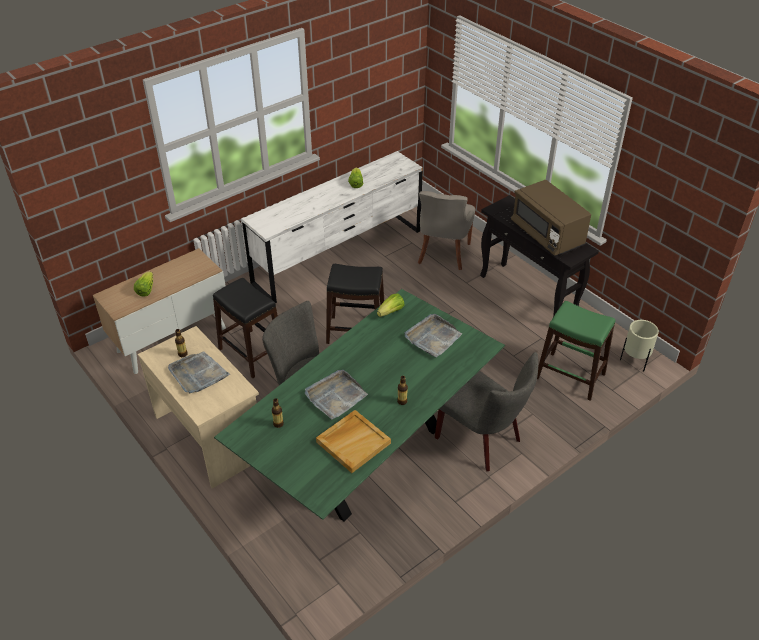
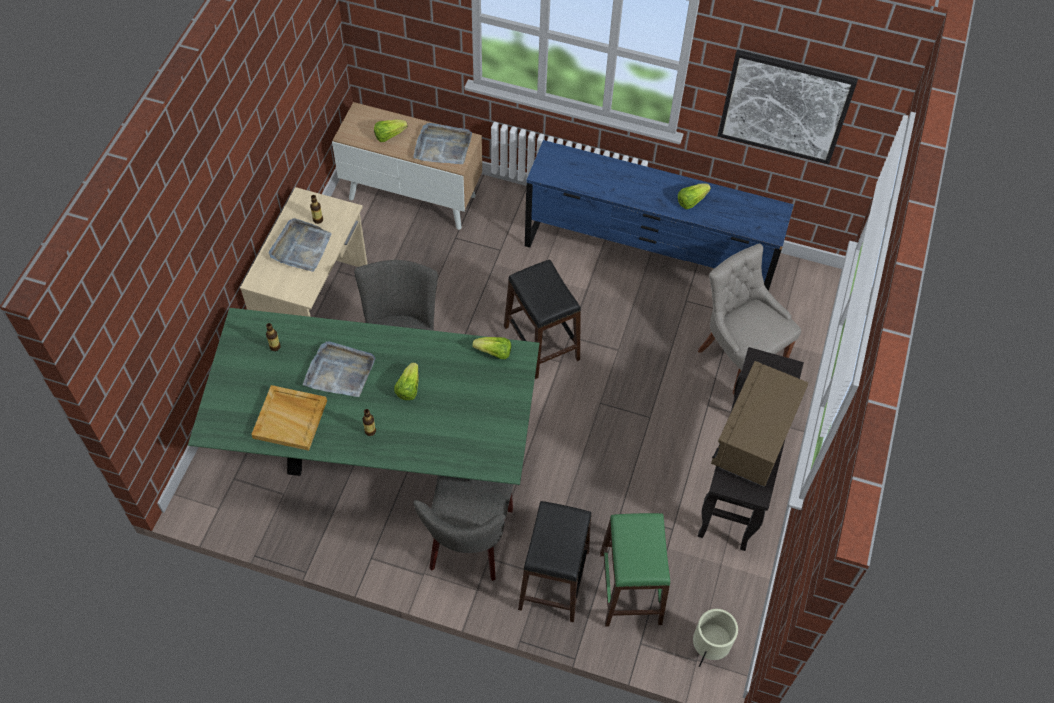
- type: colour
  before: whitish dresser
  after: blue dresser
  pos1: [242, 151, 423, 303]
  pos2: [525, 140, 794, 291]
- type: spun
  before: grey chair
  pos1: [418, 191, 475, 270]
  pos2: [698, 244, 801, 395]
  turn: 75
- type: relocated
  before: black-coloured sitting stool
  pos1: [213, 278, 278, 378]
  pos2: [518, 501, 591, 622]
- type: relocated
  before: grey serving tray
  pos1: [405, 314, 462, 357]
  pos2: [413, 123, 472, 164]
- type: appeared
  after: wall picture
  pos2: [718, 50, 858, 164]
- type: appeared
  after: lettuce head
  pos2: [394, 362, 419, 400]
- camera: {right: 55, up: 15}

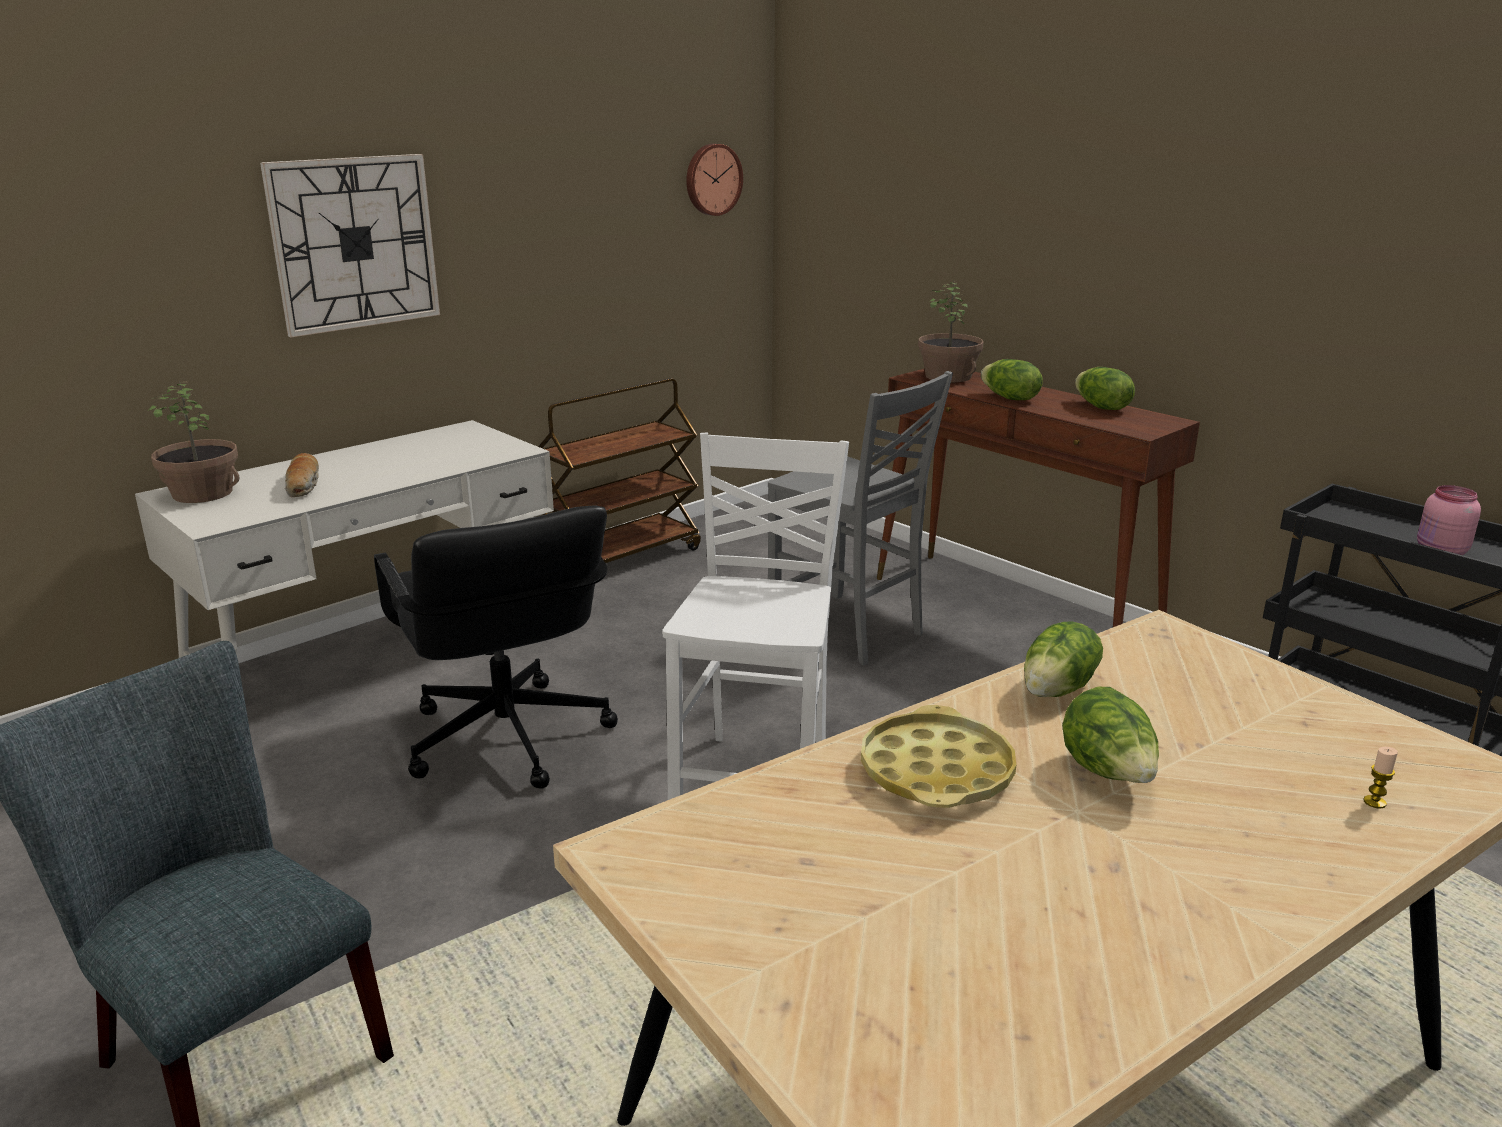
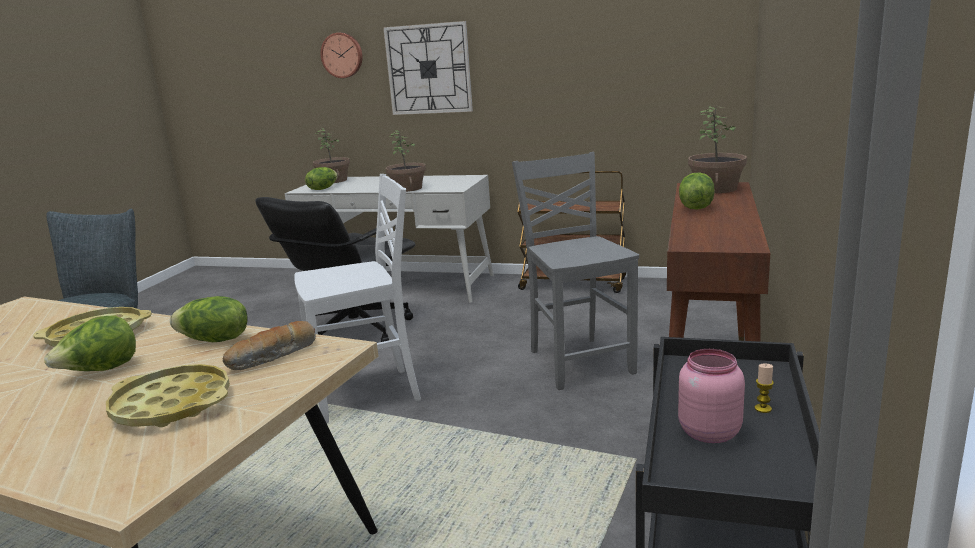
- type: relocated
  before: wall clock
  pos1: [686, 144, 743, 216]
  pos2: [321, 33, 362, 78]
- type: relocated
  before: lettuce head
  pos1: [1075, 367, 1135, 410]
  pos2: [305, 167, 338, 190]
- type: spun
  before: grey chair
  pos1: [768, 371, 953, 665]
  pos2: [512, 152, 639, 390]
  turn: 150
- type: relocated
  before: bread
  pos1: [285, 453, 319, 497]
  pos2: [223, 321, 316, 370]
- type: relocated
  before: wax candle
  pos1: [1363, 747, 1398, 808]
  pos2: [754, 364, 774, 413]
- type: appeared
  after: potted plant
  pos2: [386, 130, 426, 192]
- type: appeared
  after: yellow serving tray
  pos2: [106, 364, 230, 427]
- camera: {right: 60, up: -5}

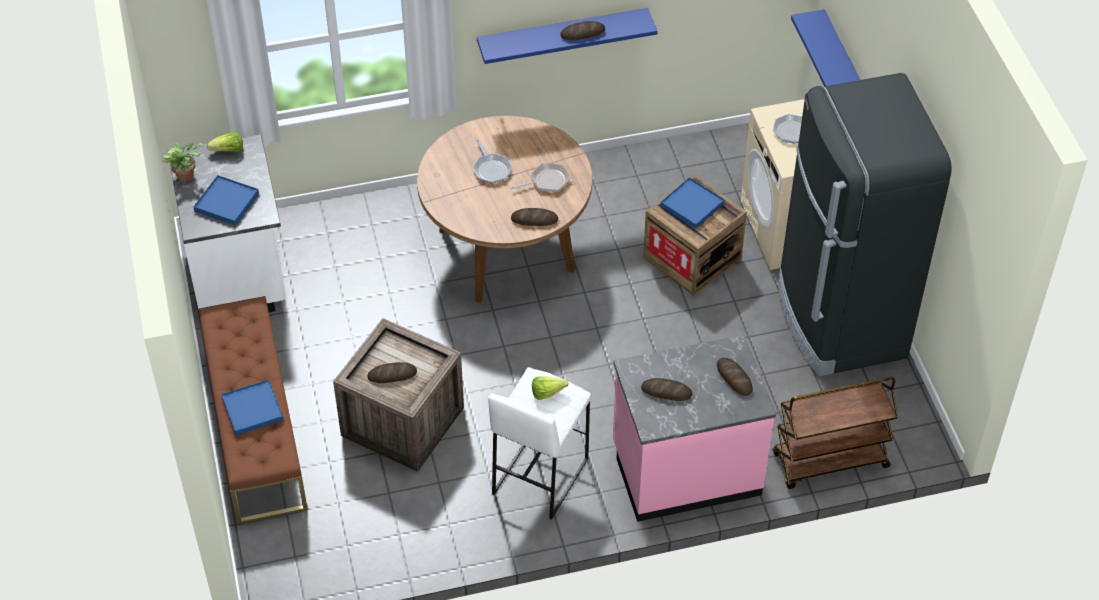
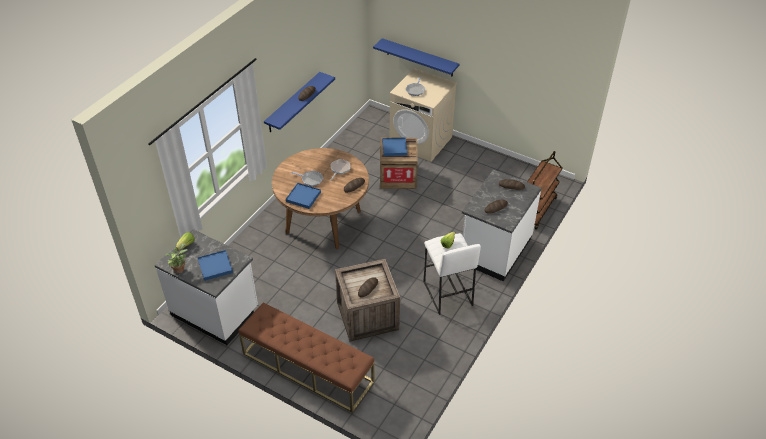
- type: missing
  before: black-coloured fridge
  pos1: [778, 73, 952, 376]
- type: colour
  before: pinkish kitchen counter
  after: whitish kitchen counter
  pos1: [613, 335, 776, 522]
  pos2: [462, 170, 542, 282]
- type: relocated
  before: blue serving tray
  pos1: [221, 379, 284, 436]
  pos2: [286, 183, 321, 209]
- camera: {right: -45, up: -5}

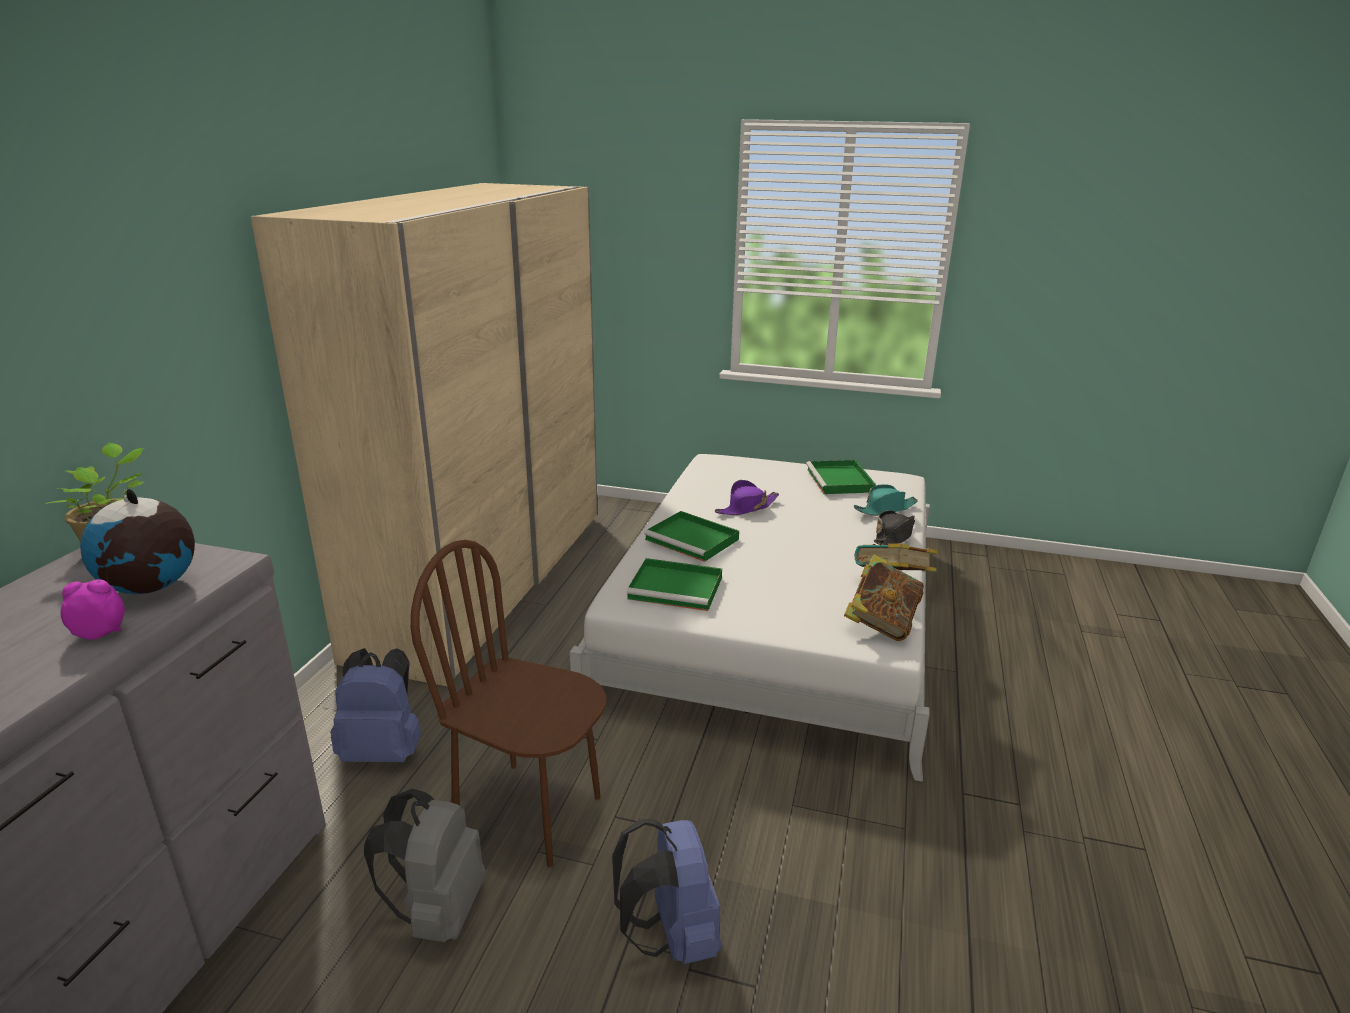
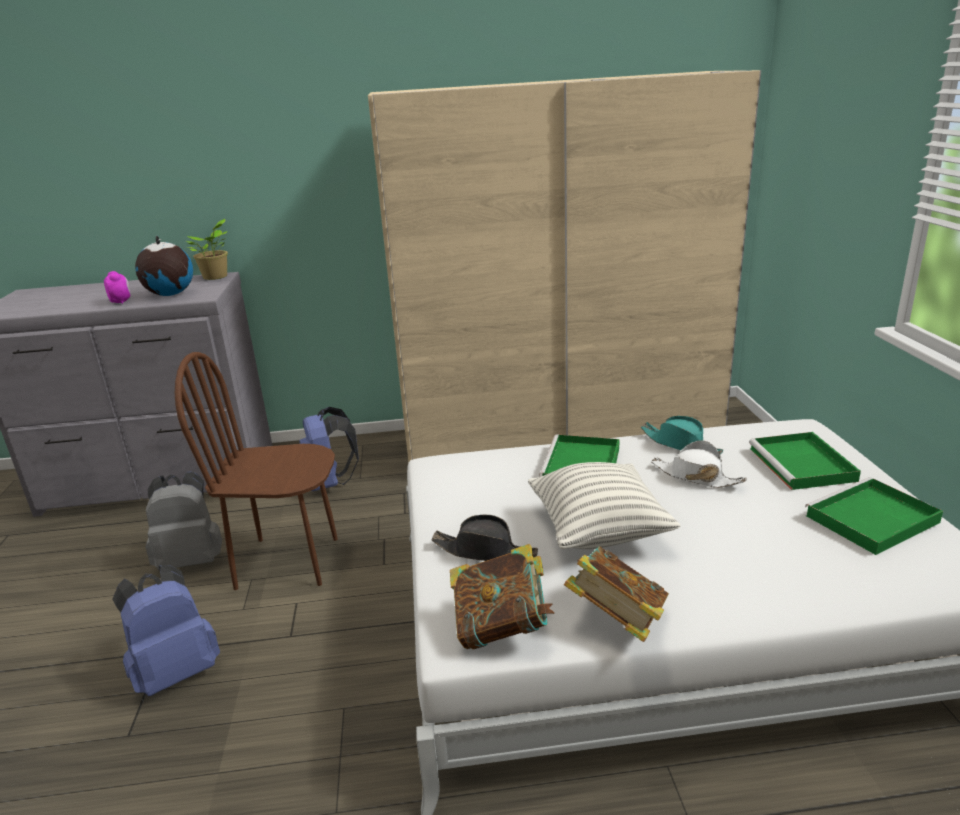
- type: colour
  before: purple hat
  after: whitish hat
  pos1: [715, 480, 779, 515]
  pos2: [651, 440, 747, 488]
- type: relocated
  before: turquoise-coloured hat
  pos1: [854, 485, 918, 516]
  pos2: [641, 416, 723, 455]
- type: relocated
  before: black-coloured hat
  pos1: [874, 510, 915, 545]
  pos2: [432, 515, 538, 561]
- type: spun
  before: brownish chair
  pos1: [411, 540, 606, 867]
  pos2: [175, 352, 338, 590]
  turn: -90
- type: relocated
  before: green-coloured serving tray
  pos1: [627, 558, 722, 611]
  pos2: [749, 432, 861, 490]
- type: appeared
  after: throw pillow
  pos2: [528, 462, 681, 550]
- camera: {right: 70, up: 0}

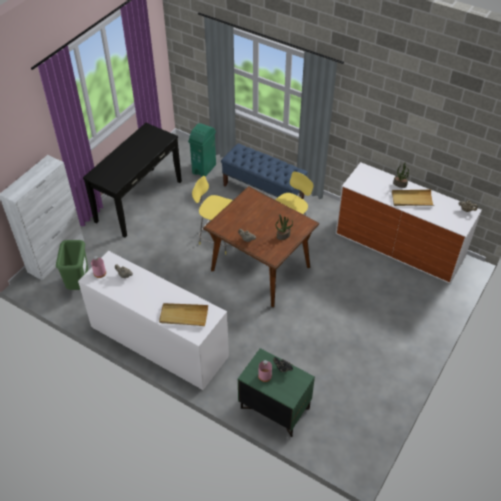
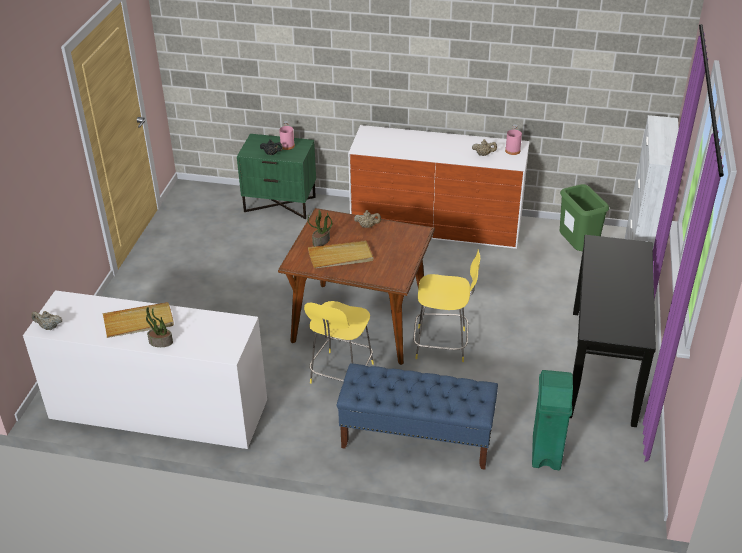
- type: relocated
  before: beige-coloured serving tray
  pos1: [159, 303, 208, 326]
  pos2: [308, 240, 373, 269]
- camera: {right: 160, up: -10}

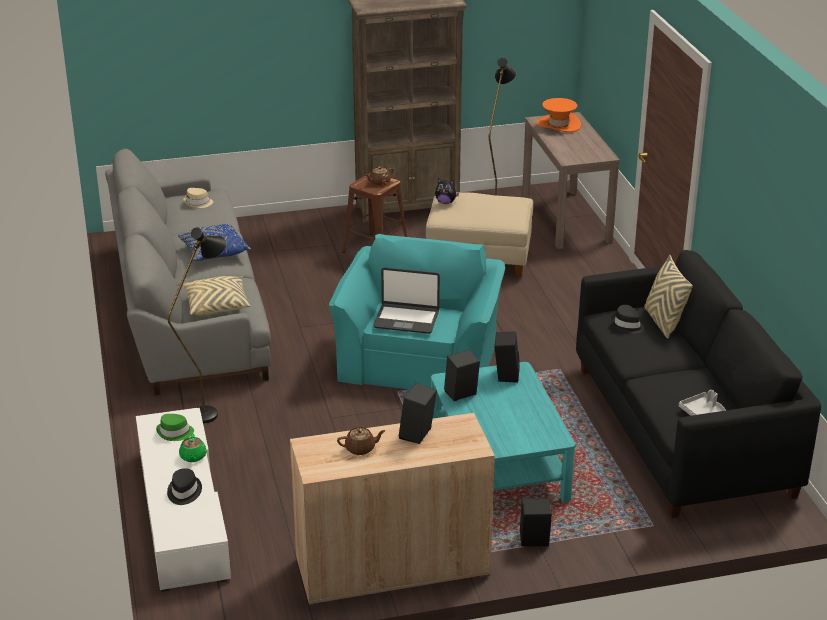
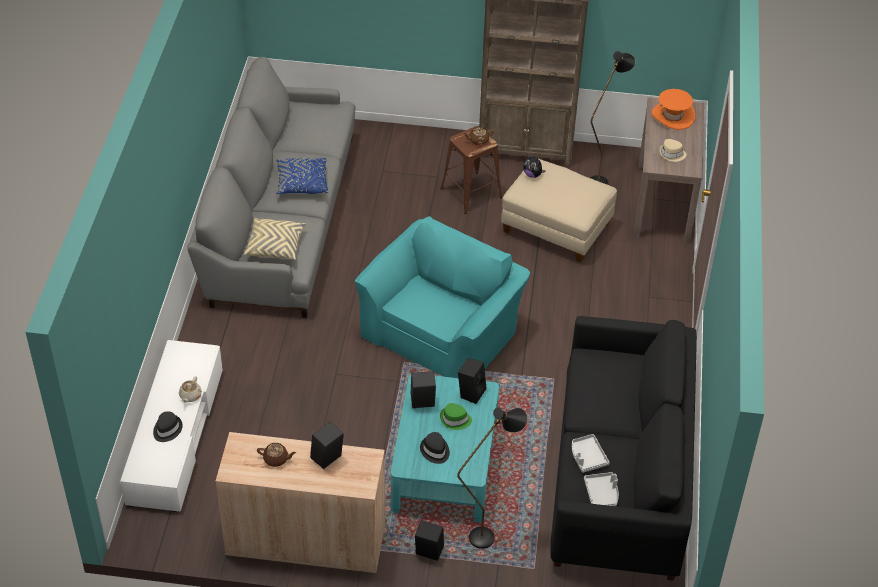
- type: relocated
  before: beige-coloured hat
  pos1: [183, 188, 213, 208]
  pos2: [659, 139, 686, 162]
- type: relocated
  before: black-coloured floor lamp
  pos1: [168, 227, 226, 423]
  pos2: [457, 407, 527, 549]
- type: missing
  before: beige-coloured throw pillow
  pos1: [644, 255, 693, 338]
- type: missing
  before: laptop
  pos1: [373, 267, 440, 334]
- type: relocated
  before: black-coloured hat
  pos1: [611, 305, 645, 334]
  pos2: [420, 432, 450, 464]
- type: relocated
  before: green-coloured hat
  pos1: [156, 414, 194, 441]
  pos2: [440, 403, 472, 430]
- type: colour
  before: green-coloured tea pot
  after: beige-coloured tea pot
  pos1: [179, 433, 207, 462]
  pos2: [179, 376, 202, 403]
- type: appeared
  after: grey serving tray
  pos2: [572, 434, 610, 473]
- camera: {right: 20, up: 15}

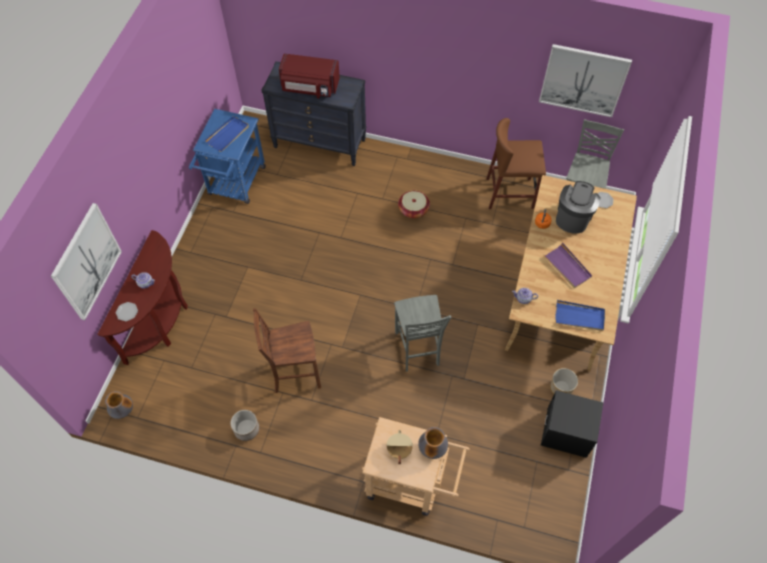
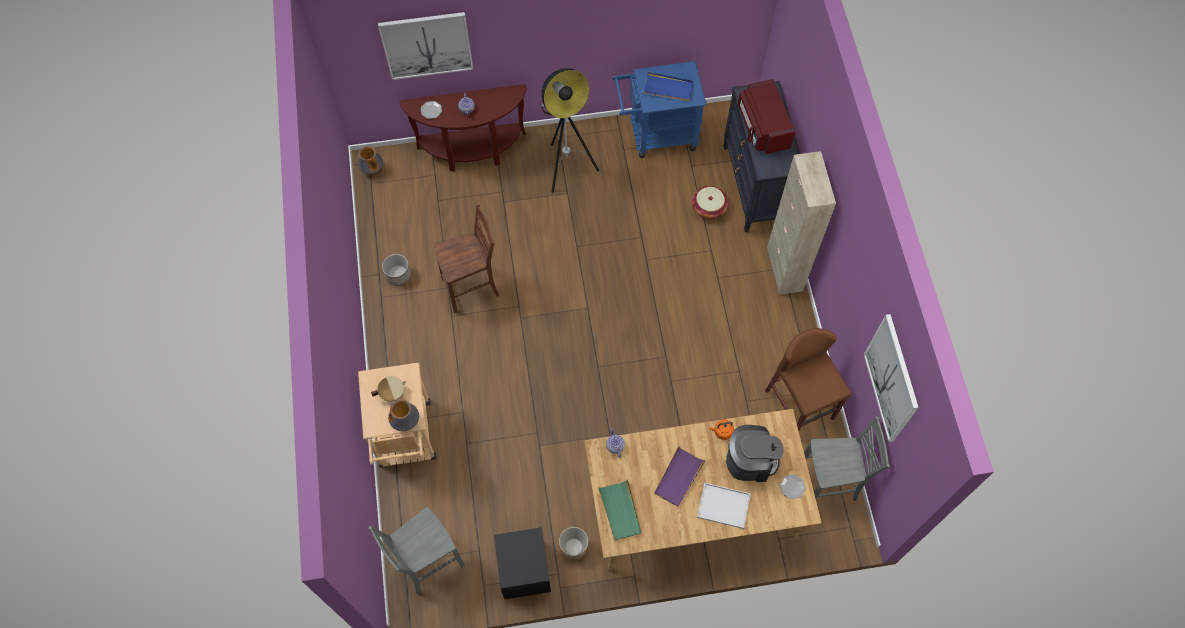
- type: relocated
  before: storage basket
  pos1: [398, 191, 430, 218]
  pos2: [692, 186, 728, 219]
- type: relocated
  before: grey chair
  pos1: [394, 295, 451, 372]
  pos2: [369, 507, 465, 594]
- type: colour
  before: blue serving tray
  after: green-coloured serving tray
  pos1: [555, 300, 605, 331]
  pos2: [598, 480, 641, 540]
- type: spun
  before: brownish chair
  pos1: [253, 308, 321, 393]
  pos2: [434, 204, 499, 313]
  turn: 105
- type: appeared
  after: floor lamp
  pos2: [541, 68, 599, 193]
- type: appeared
  after: beige-coloured storage cabinet
  pos2: [767, 151, 836, 295]
- type: appeared
  after: whitish serving tray
  pos2: [697, 483, 751, 529]
- camera: {right: 65, up: 5}

